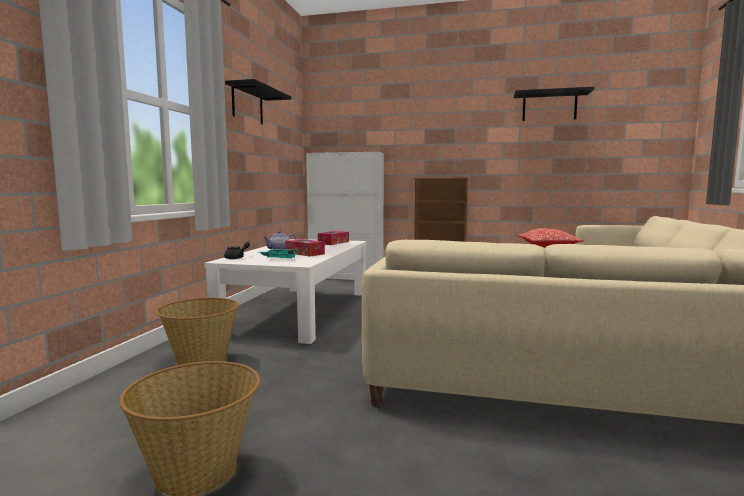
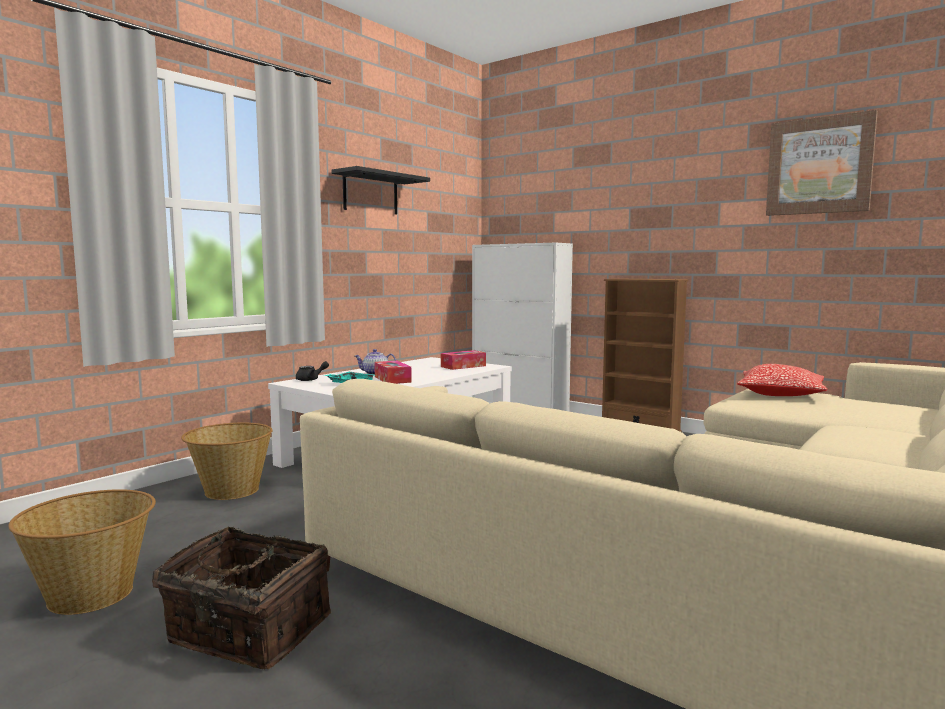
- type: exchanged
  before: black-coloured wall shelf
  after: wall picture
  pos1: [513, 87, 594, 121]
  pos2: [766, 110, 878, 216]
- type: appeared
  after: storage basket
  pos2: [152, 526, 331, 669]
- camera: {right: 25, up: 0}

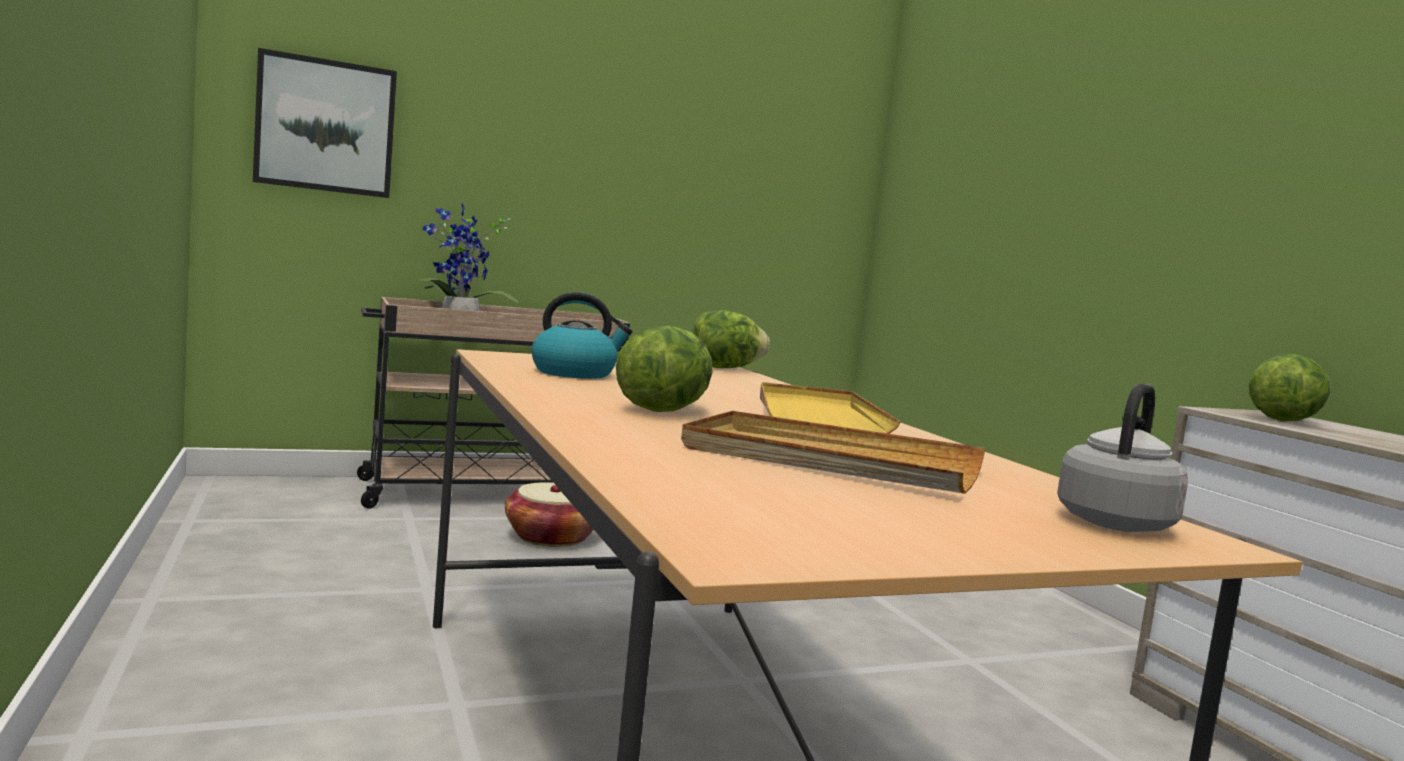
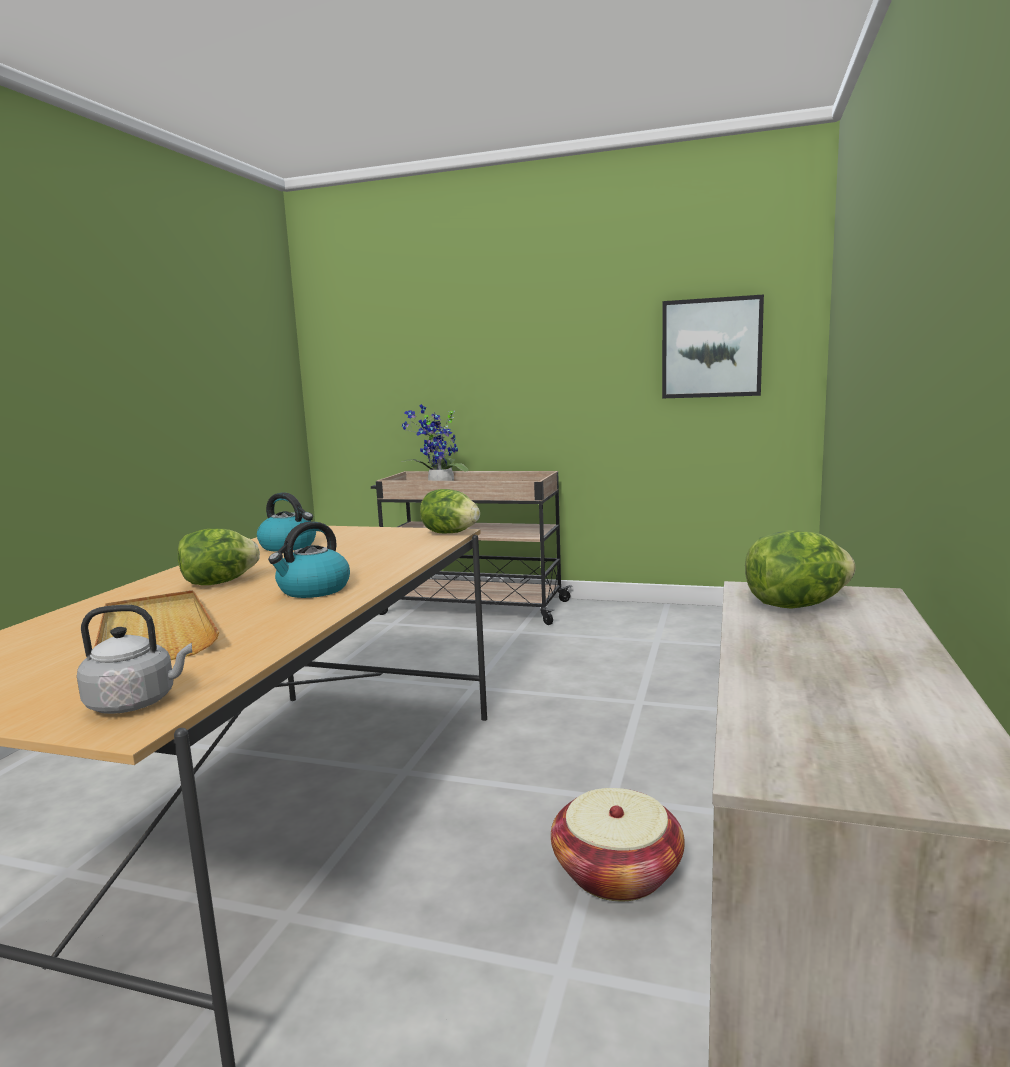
- type: relocated
  before: wall picture
  pos1: [253, 48, 397, 198]
  pos2: [662, 294, 764, 398]
- type: exchanged
  before: yellow serving tray
  after: tea kettle
  pos1: [760, 382, 901, 434]
  pos2: [268, 521, 350, 598]
- type: relocated
  before: storage basket
  pos1: [505, 482, 594, 547]
  pos2: [551, 788, 685, 901]
- camera: {right: 40, up: 5}

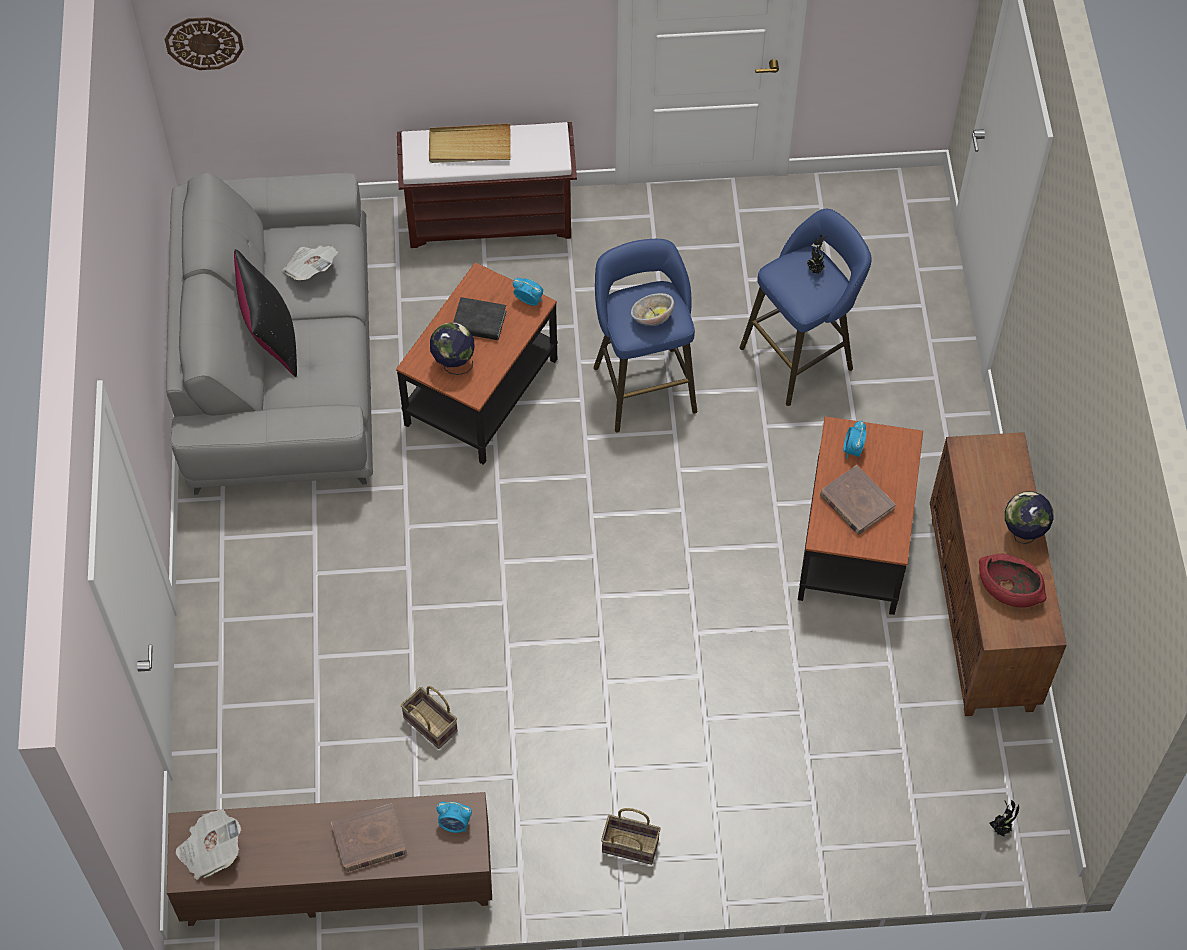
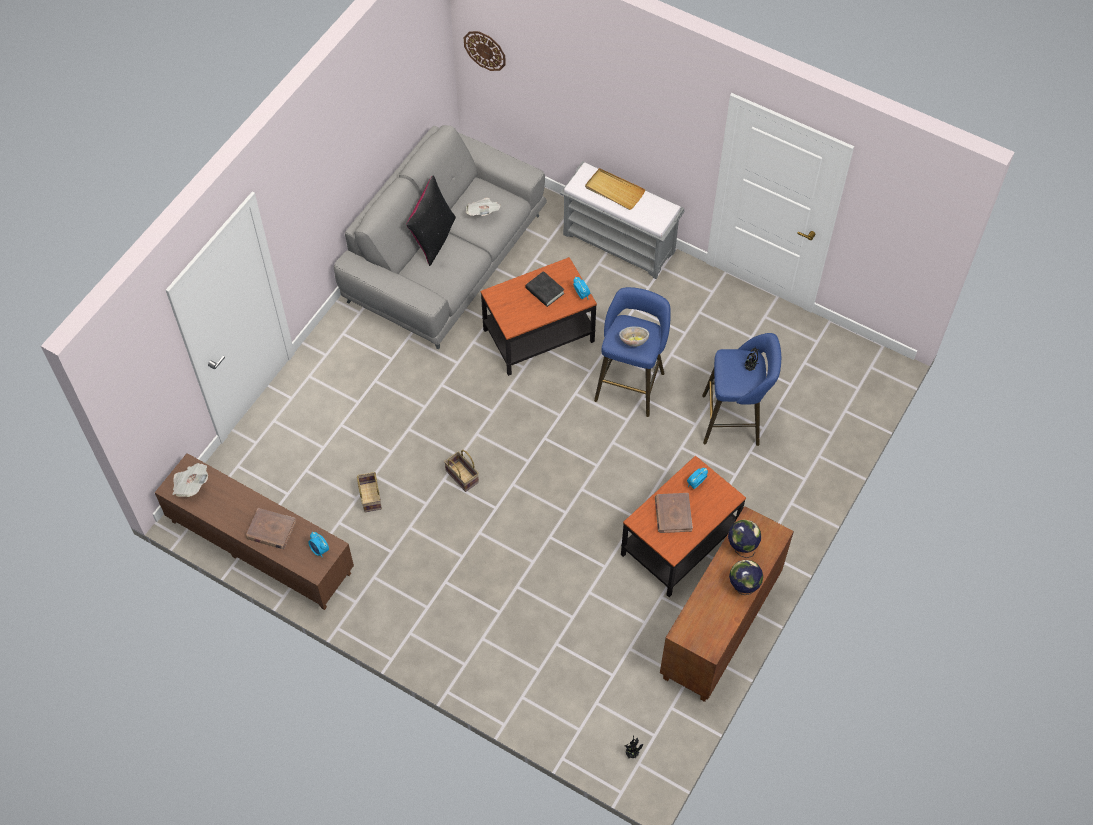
- type: colour
  before: brownish indoor bench
  after: grey indoor bench
  pos1: [397, 122, 577, 248]
  pos2: [560, 161, 684, 279]
- type: relocated
  before: globe
  pos1: [430, 323, 474, 375]
  pos2: [728, 520, 761, 558]
- type: missing
  before: reddish deep dish
  pos1: [979, 554, 1046, 608]
- type: relocated
  before: storage basket
  pos1: [601, 808, 661, 865]
  pos2: [444, 450, 479, 492]
- camera: {right: 35, up: 0}

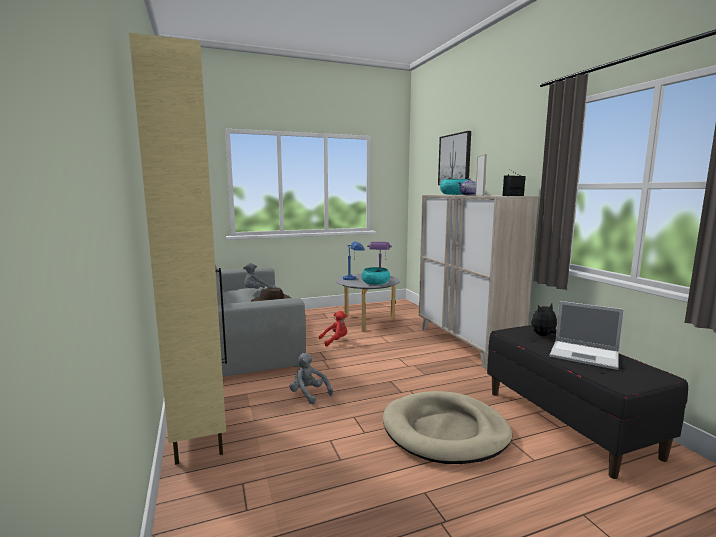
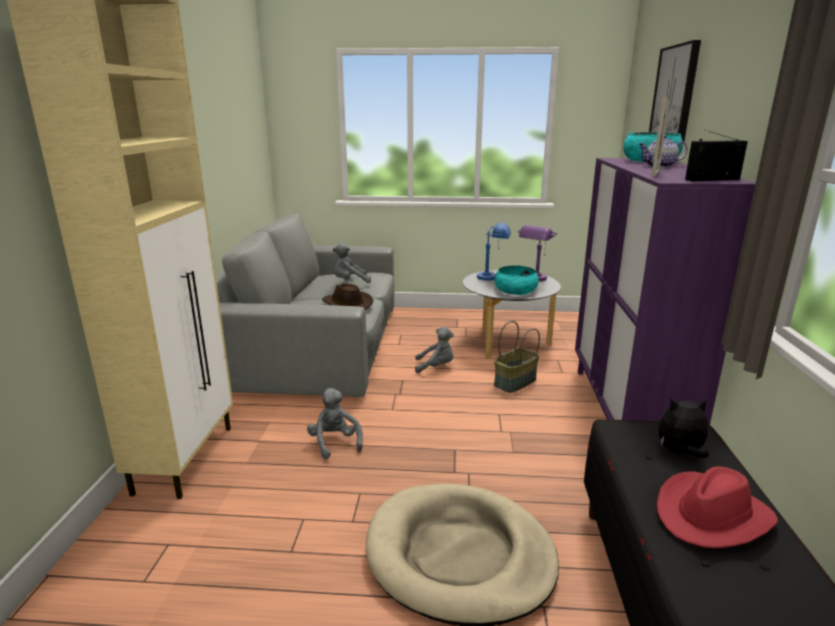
- type: colour
  before: beige-coloured storage cabinet
  after: purple storage cabinet
  pos1: [419, 195, 538, 369]
  pos2: [575, 158, 756, 425]
- type: exchanged
  before: laptop
  after: reddish hat
  pos1: [549, 301, 624, 370]
  pos2: [657, 466, 778, 548]
- type: colour
  before: reddish cuddly toy
  after: grey cuddly toy
  pos1: [319, 311, 347, 347]
  pos2: [415, 327, 454, 373]
- type: appeared
  after: storage basket
  pos2: [494, 321, 540, 393]
- camera: {right: 25, up: 10}

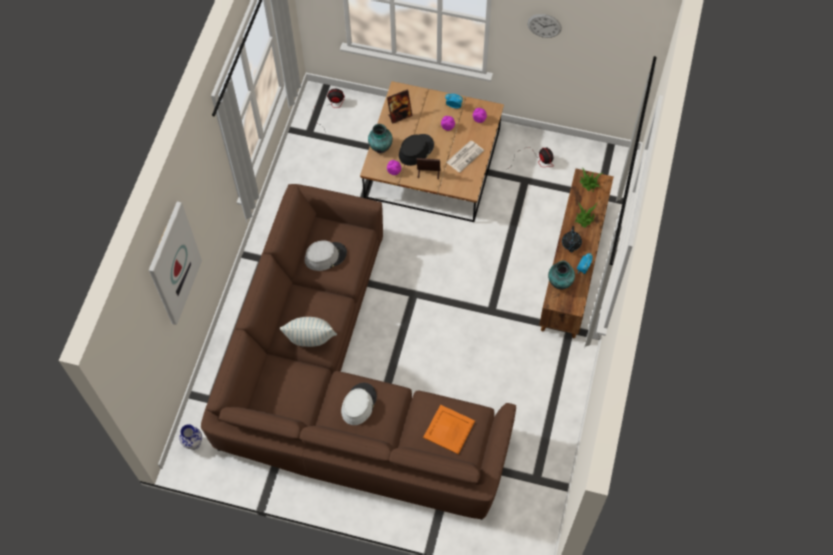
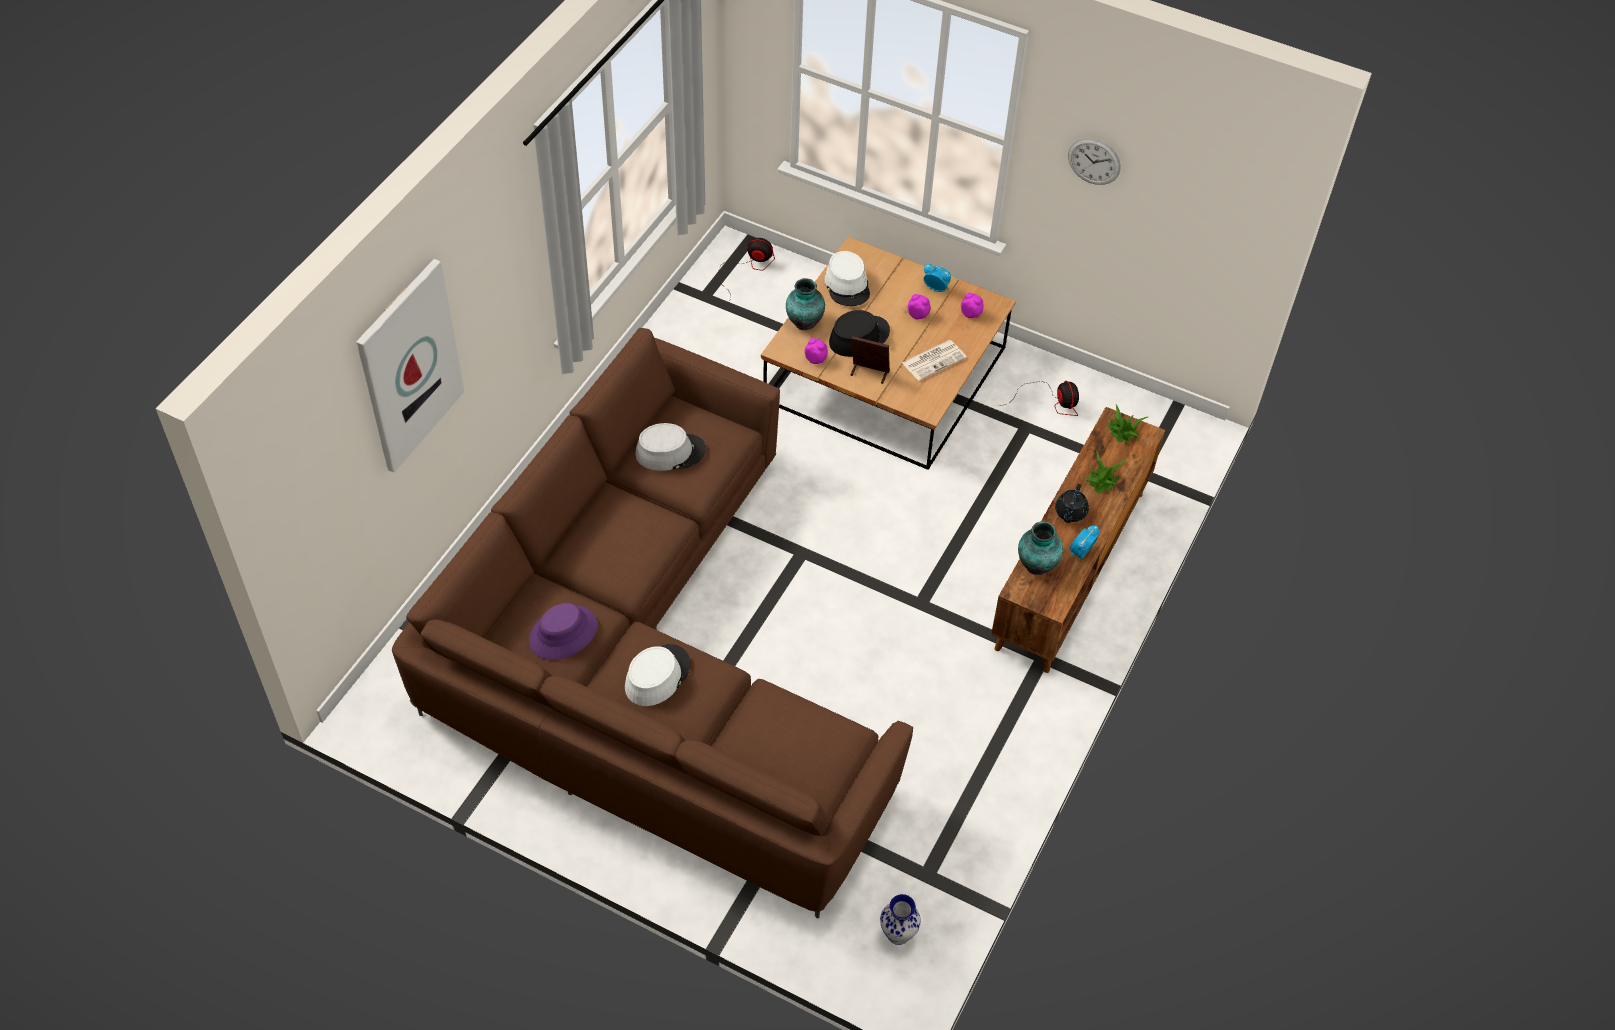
- type: exchanged
  before: picture frame
  after: whitish hat
  pos1: [387, 89, 413, 124]
  pos2: [825, 251, 870, 306]
- type: missing
  before: throw pillow
  pos1: [280, 317, 337, 347]
- type: missing
  before: orange-coloured serving tray
  pos1: [423, 405, 475, 454]
- type: relocated
  before: vase
  pos1: [179, 424, 202, 450]
  pos2: [880, 894, 921, 945]
- type: appeared
  after: purple hat
  pos2: [529, 603, 597, 660]
- camera: {right: 10, up: -10}

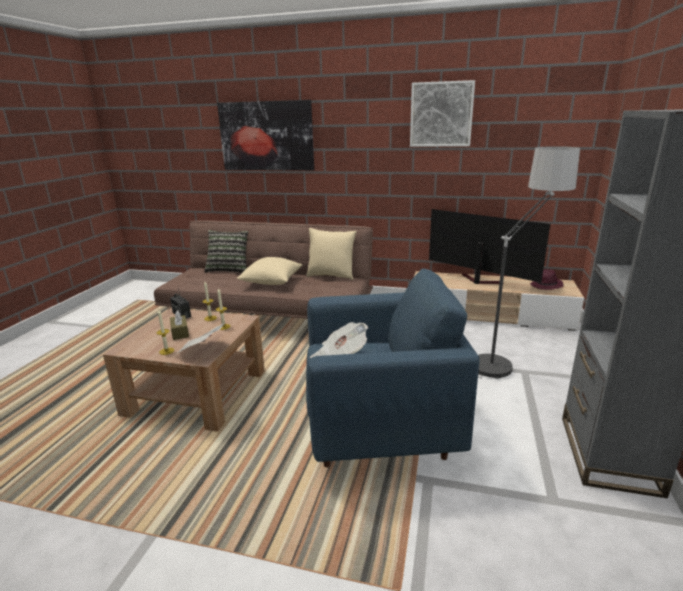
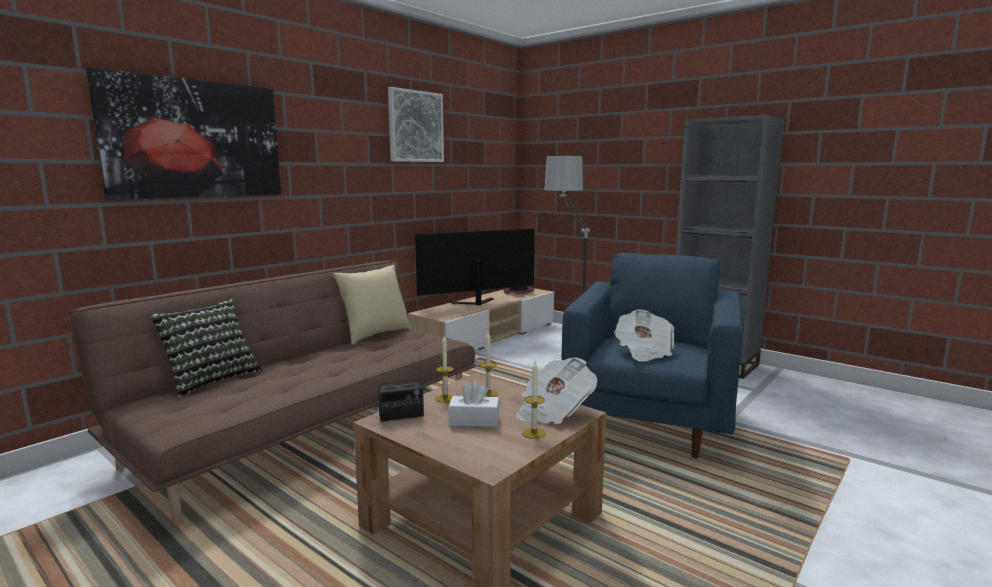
- type: missing
  before: beige-coloured throw pillow
  pos1: [237, 257, 302, 285]
- type: colour
  before: brownish tissue holder
  after: whitish tissue holder
  pos1: [170, 310, 189, 340]
  pos2: [448, 381, 500, 427]
- camera: {right: -65, up: -10}

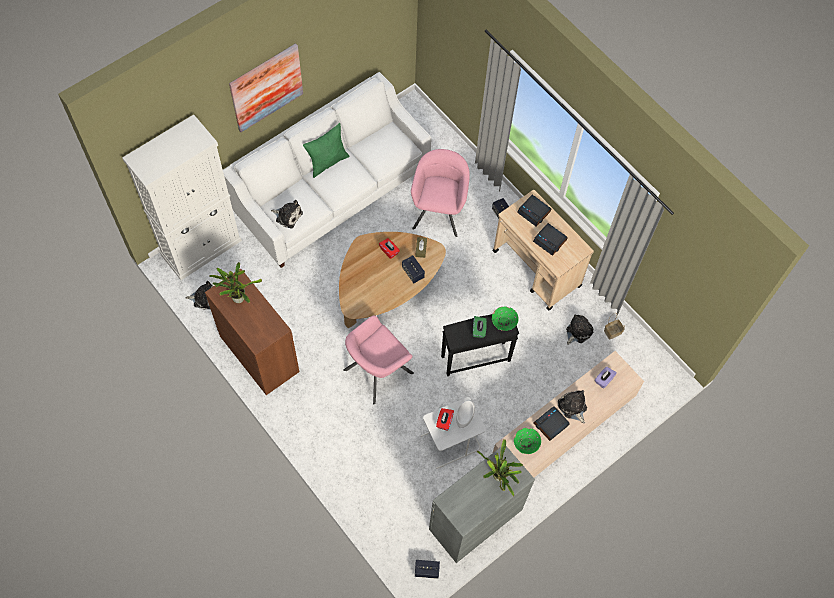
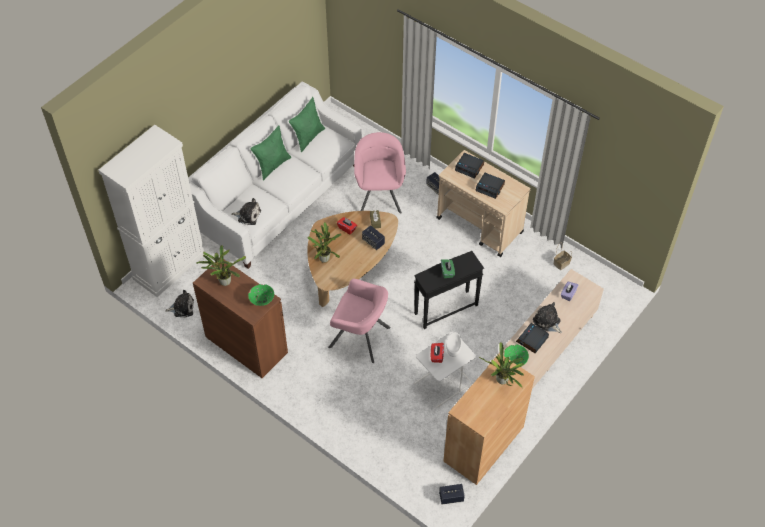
- type: missing
  before: wall picture
  pos1: [229, 43, 303, 132]
- type: relocated
  before: green-coloured deep dish
  pos1: [492, 307, 519, 331]
  pos2: [248, 284, 274, 306]
- type: spun
  before: pinkish easy chair
  pos1: [343, 315, 414, 405]
  pos2: [328, 279, 391, 363]
  turn: -105
- type: missing
  before: cuddly toy
  pos1: [566, 315, 593, 345]
- type: colour
  before: grey storage cabinet
  after: brownish storage cabinet
  pos1: [429, 446, 535, 563]
  pos2: [443, 353, 535, 485]
- type: appeared
  after: green-coloured throw pillow
  pos2: [289, 97, 325, 152]
- type: appeared
  after: potted plant
  pos2: [308, 222, 342, 263]
- camera: {right: -10, up: -10}

